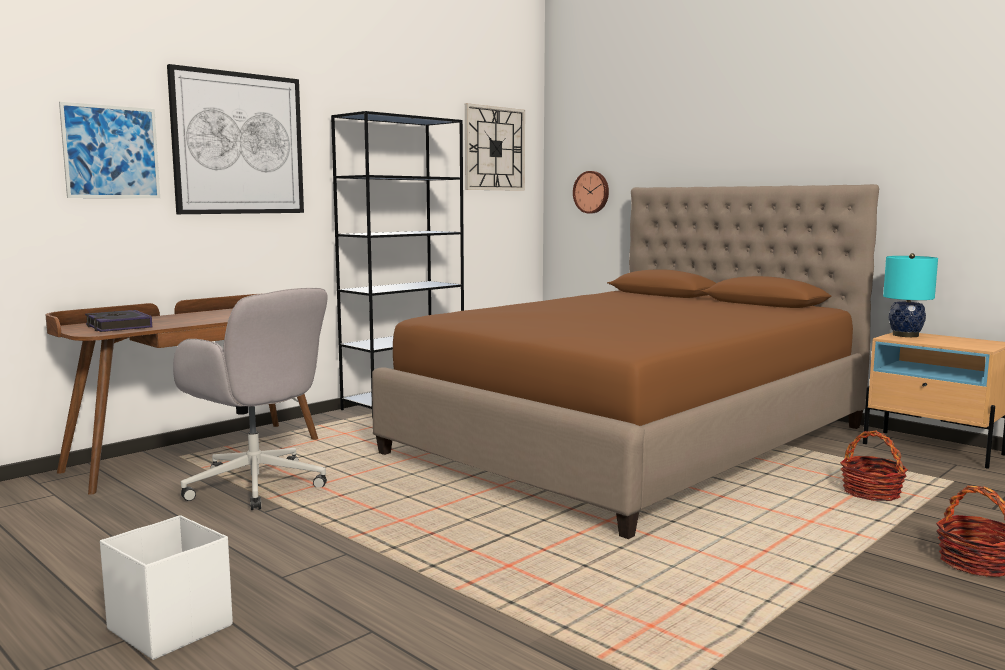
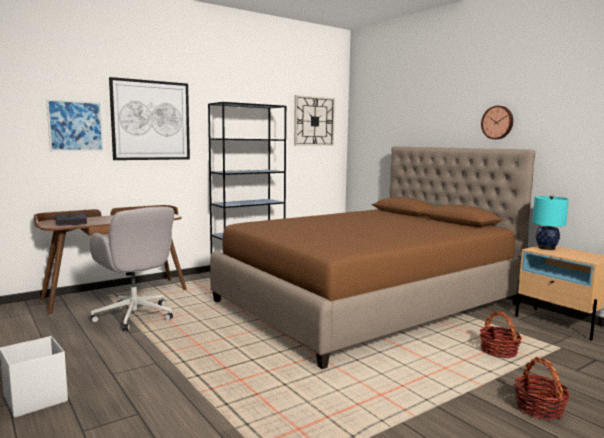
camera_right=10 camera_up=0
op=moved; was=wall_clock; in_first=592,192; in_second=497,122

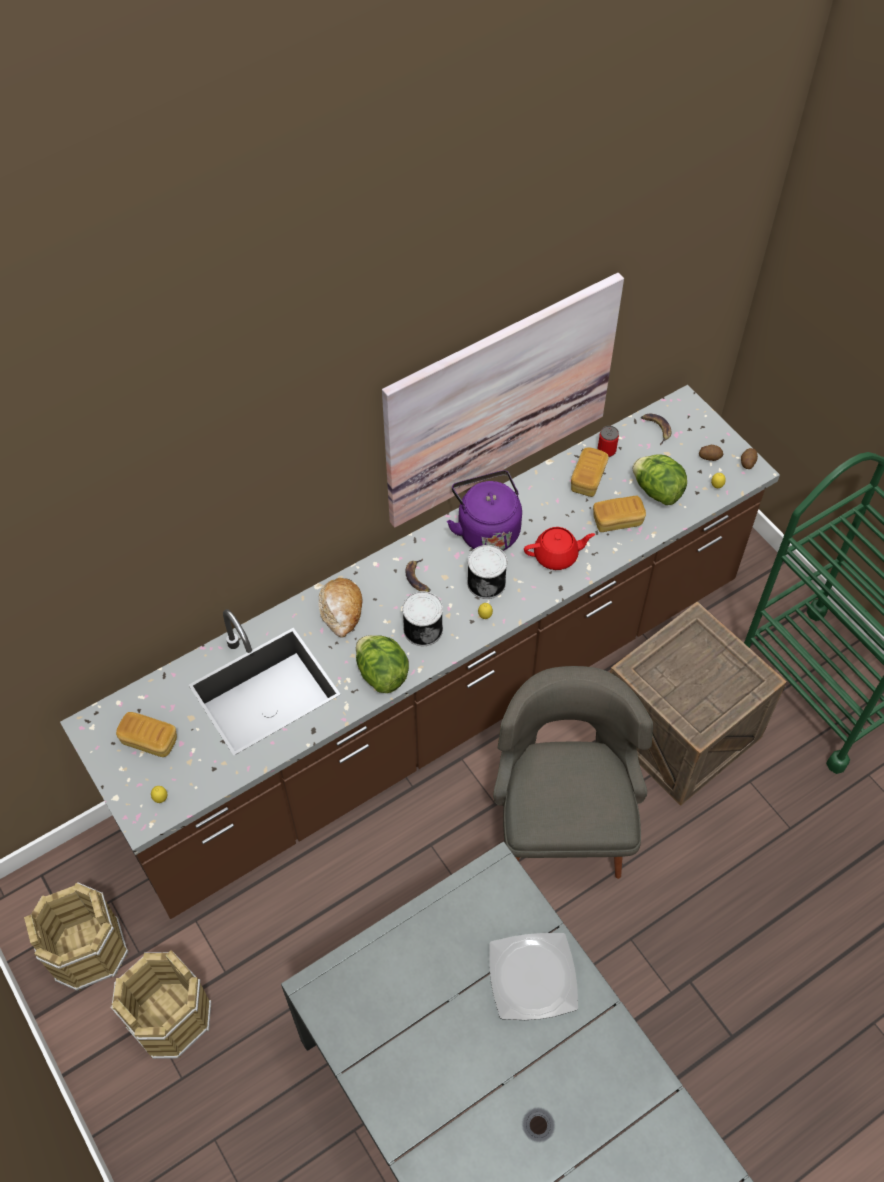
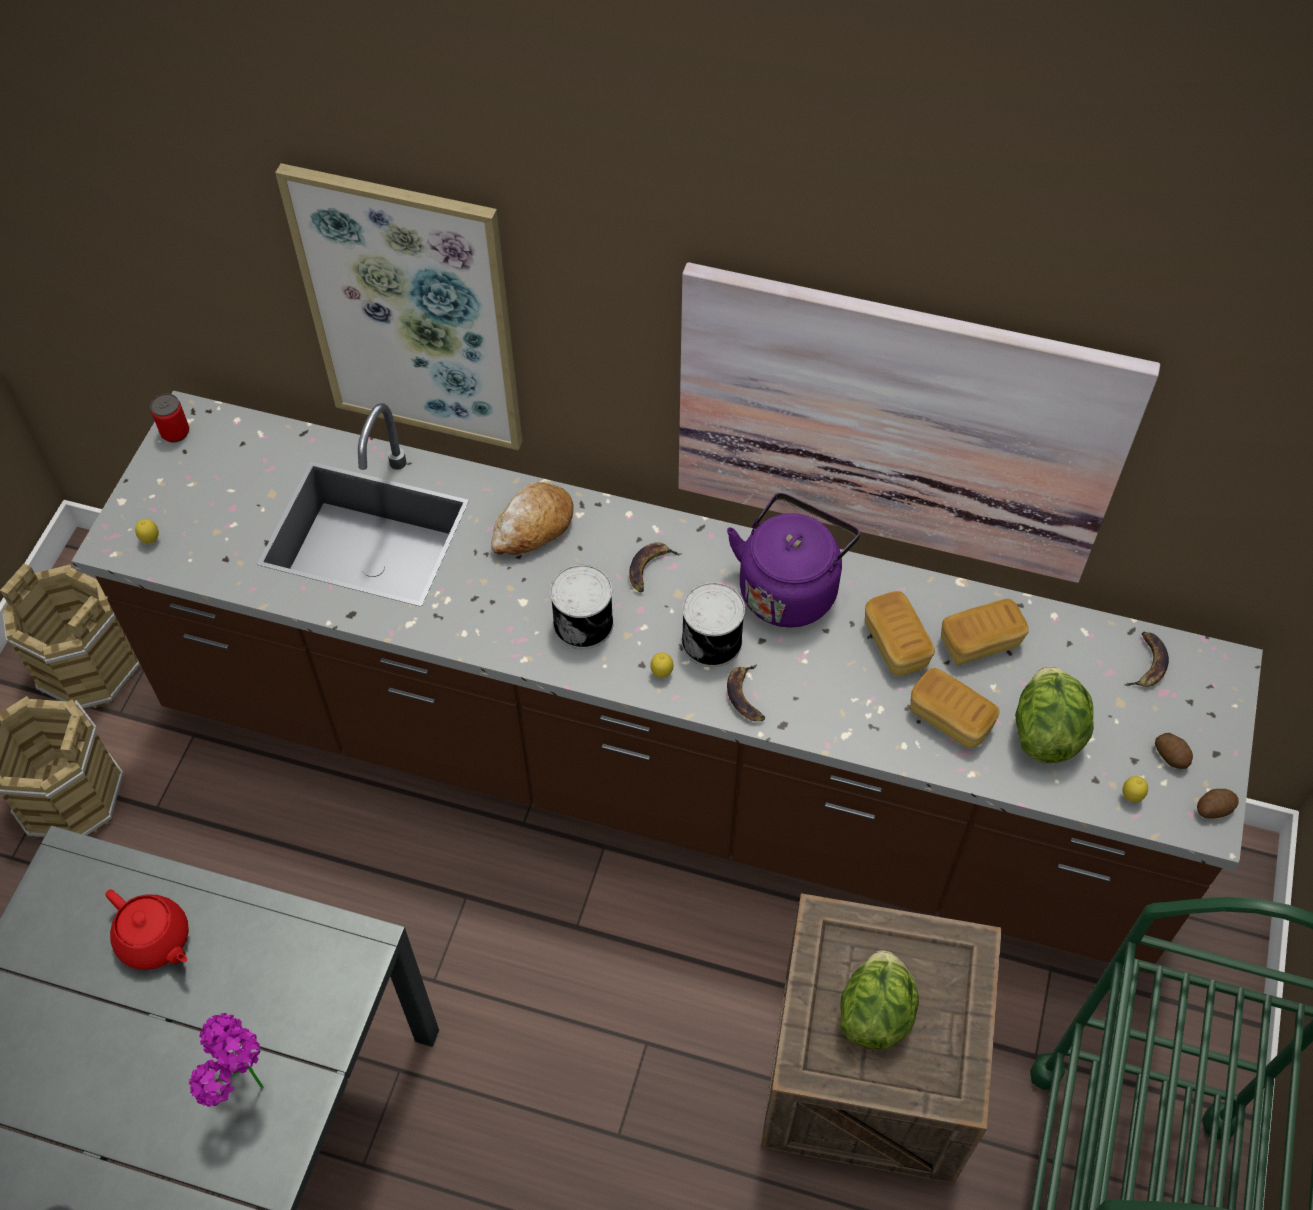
camera_right=50 camera_up=0
op=moved; was=baked_bread; in_first=149,741; in_second=895,644
op=moved; was=head_of_lettuce; in_first=381,673; in_second=875,1012
op=replaced; was=plate; now=houseplant; in_first=533,978; in_second=244,1090
op=removed; was=grey_chair; in_first=560,831
op=moved; was=red_pot_for_tea; in_first=556,556; in_second=155,940
op=moved; was=metal_can; in_first=606,450; in_second=175,432
op=added; now=wall_art; in_second=411,311
op=added; now=whole_banana; in_second=746,696

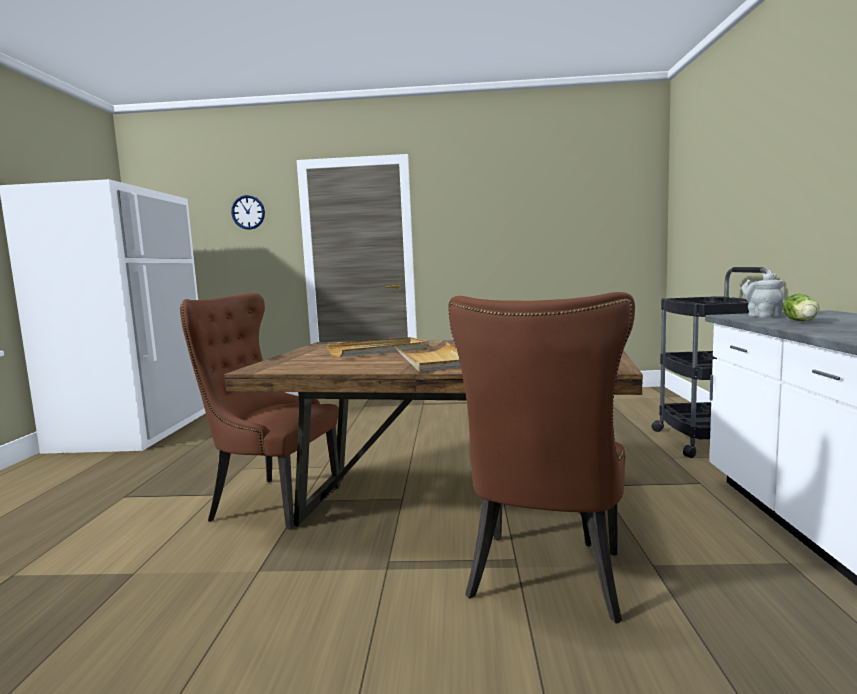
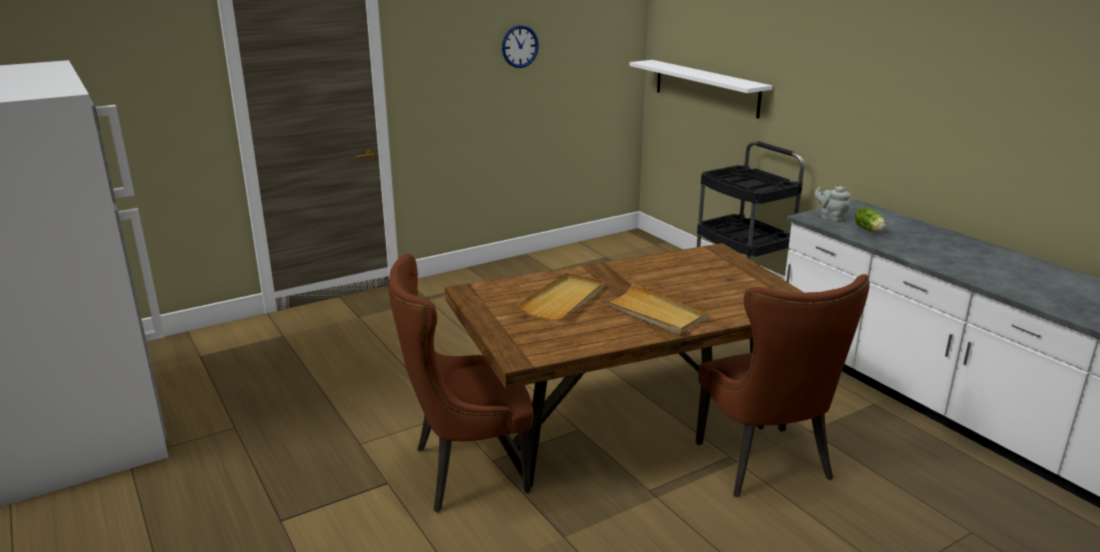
camera_right=-35 camera_up=15
op=moved; was=wall_clock; in_first=248,212; in_second=520,46
op=added; now=white_bracket_shelf; in_second=706,88

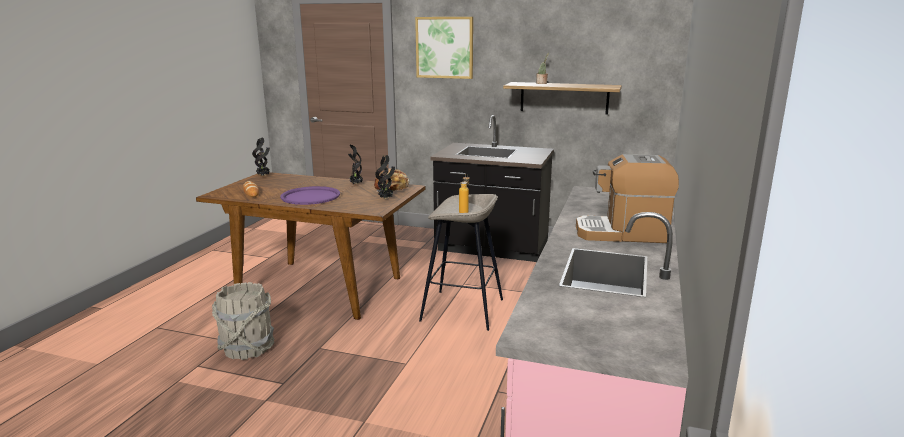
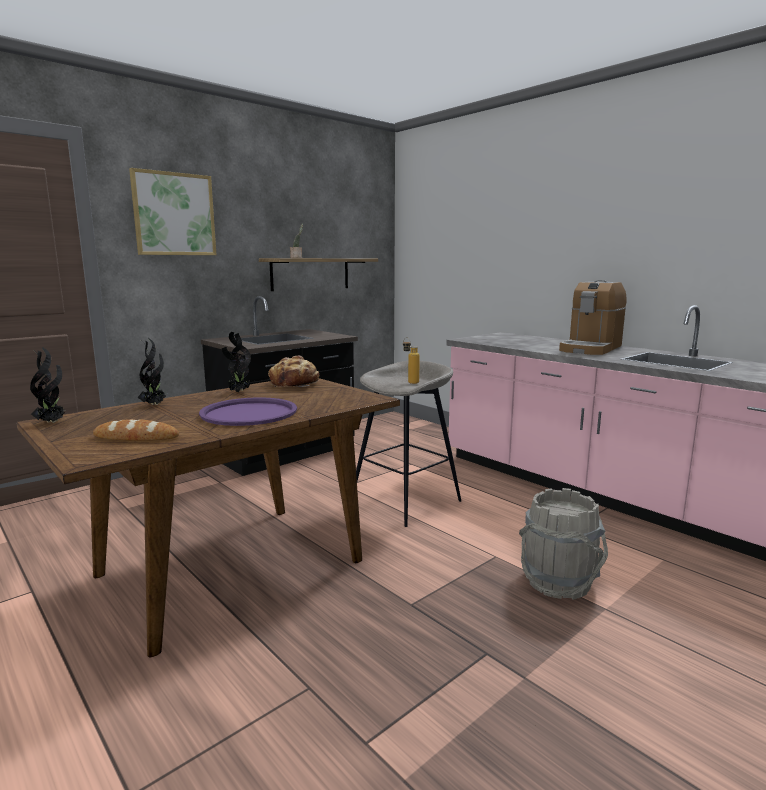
camera_right=-60 camera_up=-5
op=moved; was=grey_water_bucket; in_first=247,348; in_second=558,582
op=moved; was=houseplant; in_first=386,198; in_second=155,405

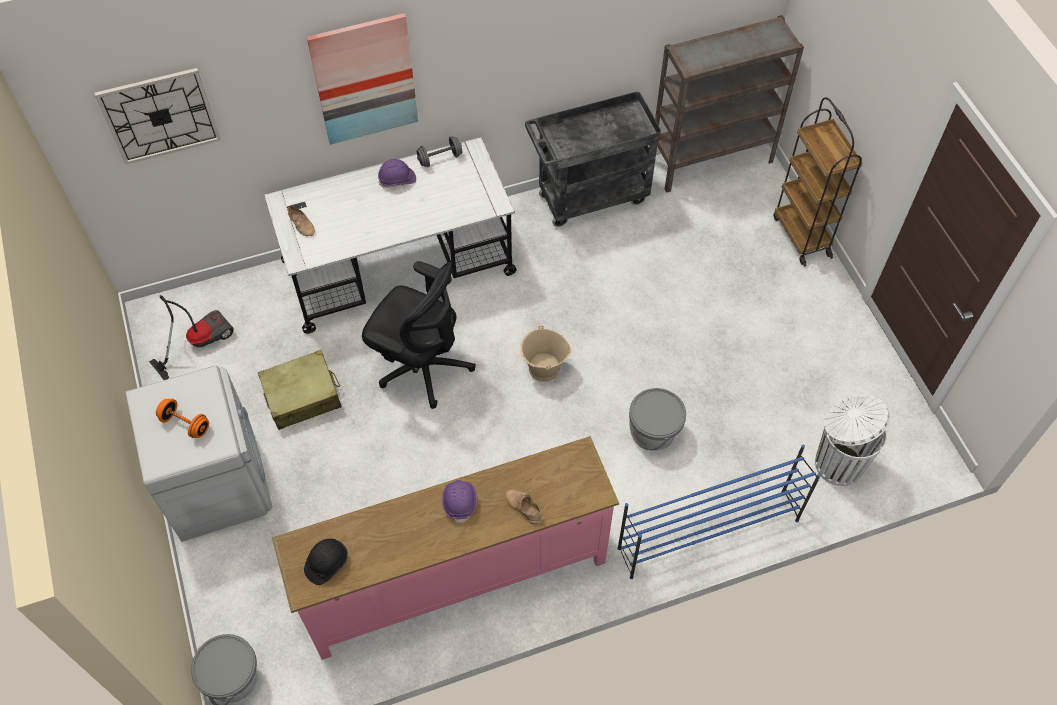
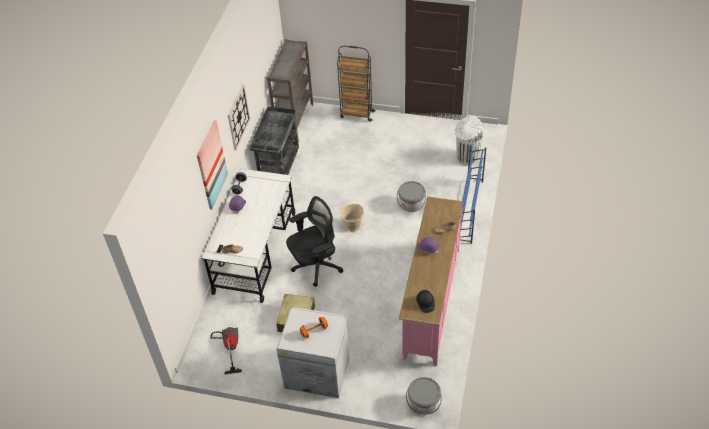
camera_right=-55 camera_up=-10
op=moved; was=wall_clock; in_first=159,115; in_second=238,117

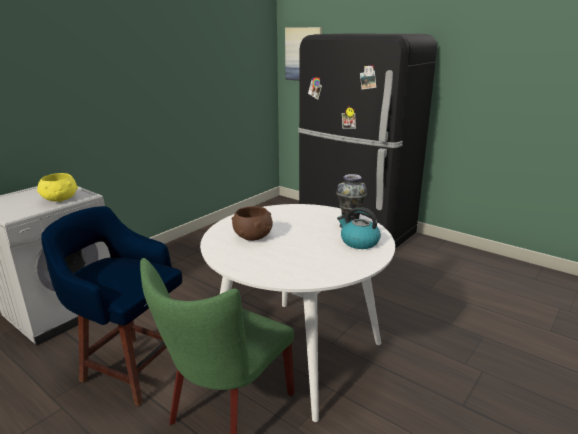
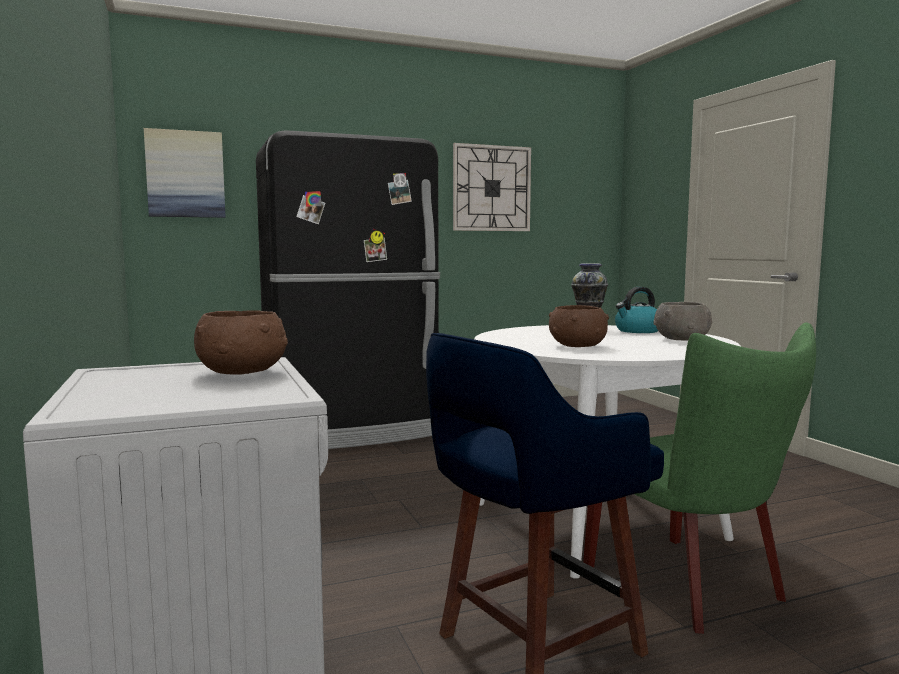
camera_right=-60 camera_up=-15
op=recoloured; was=yellow-coloured_bowl; now=brownish_bowl; in_first=60,199; in_second=243,372
op=added; now=wall_clock; in_second=491,188
op=added; now=grey_bowl; in_second=681,339

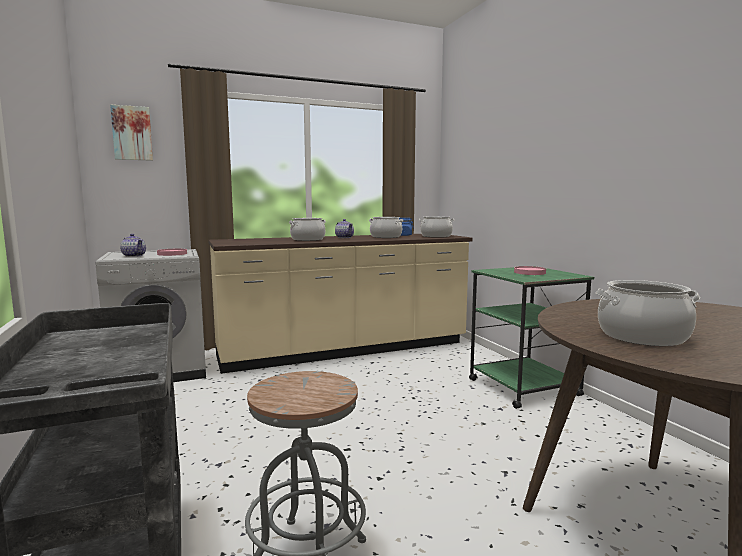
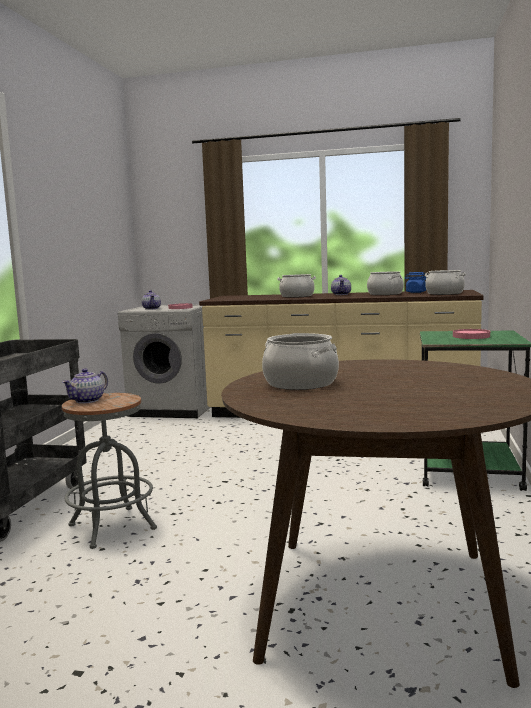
camera_right=35 camera_up=0
op=removed; was=wall_art; in_first=132,133
op=added; now=pot_for_tea; in_second=88,400

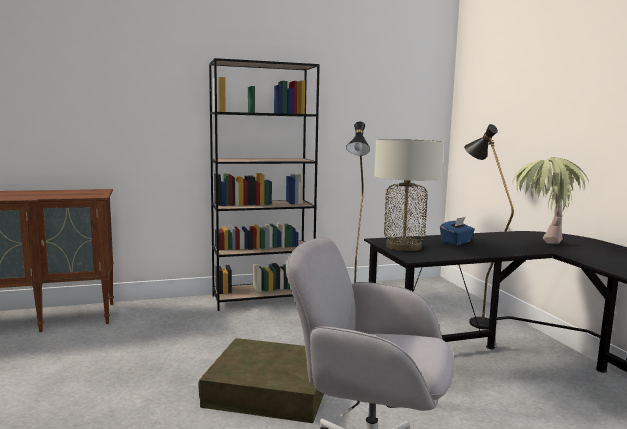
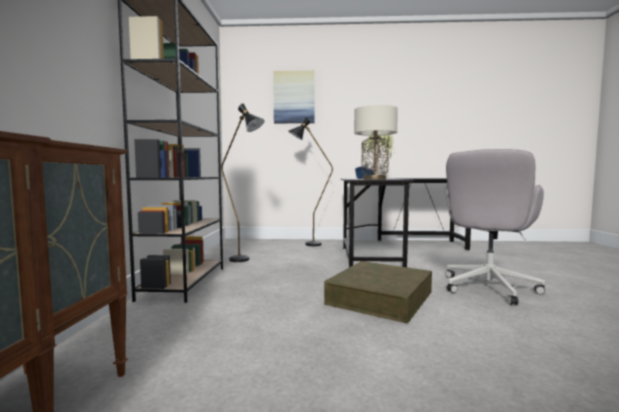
camera_right=-70 camera_up=-5
op=added; now=wall_art; in_second=294,97

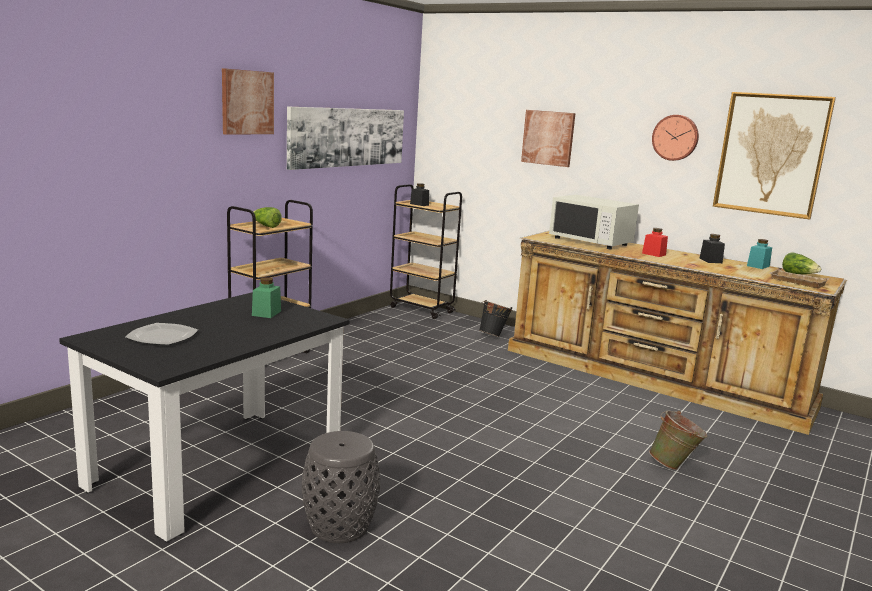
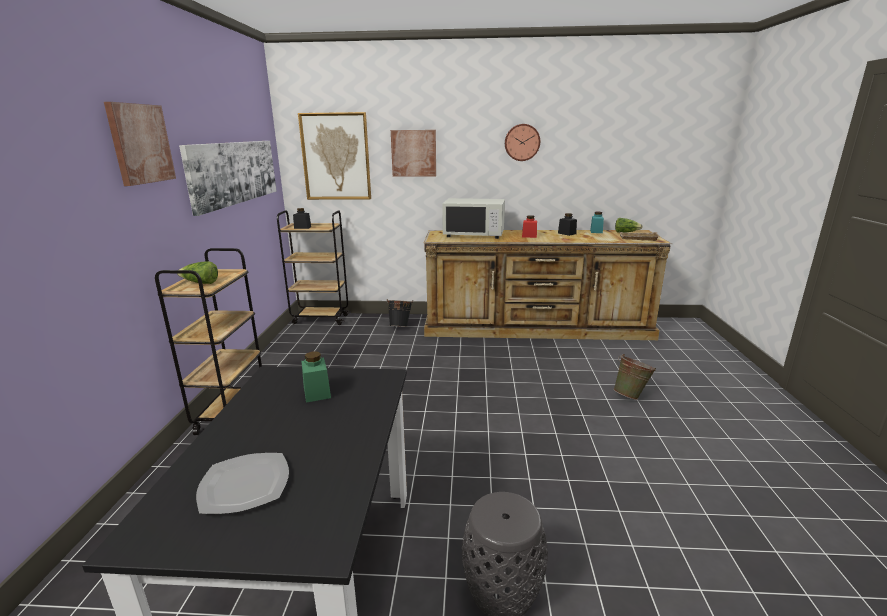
camera_right=-30 camera_up=5
op=moved; was=wall_art; in_first=771,154; in_second=336,157

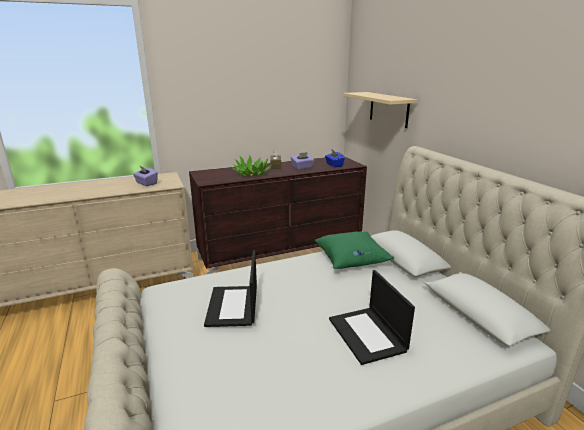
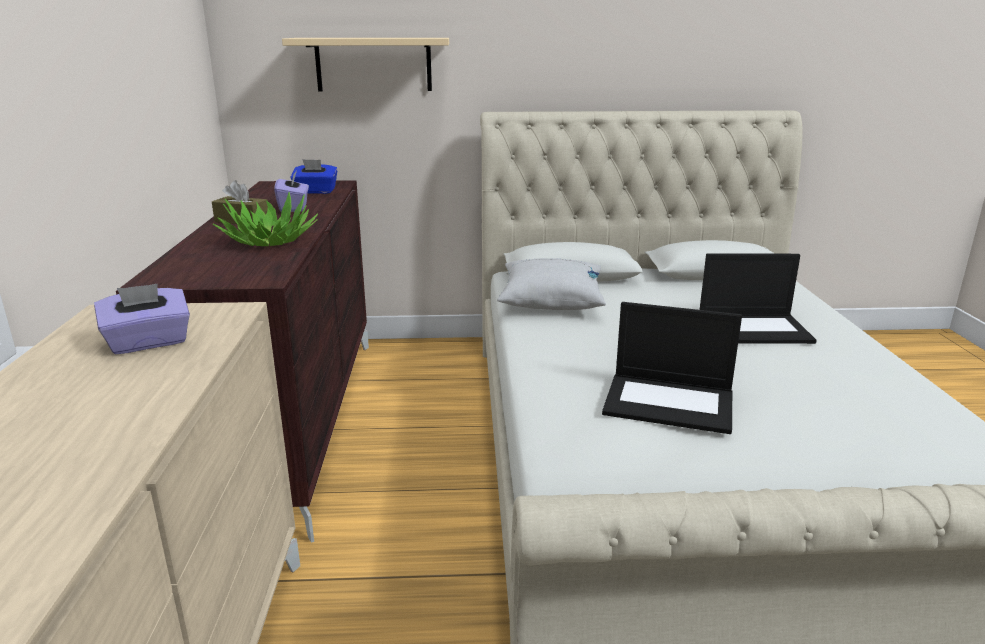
camera_right=-70 camera_up=0
op=recoloured; was=green_cushion; now=grey_cushion; in_first=351,259; in_second=551,302

